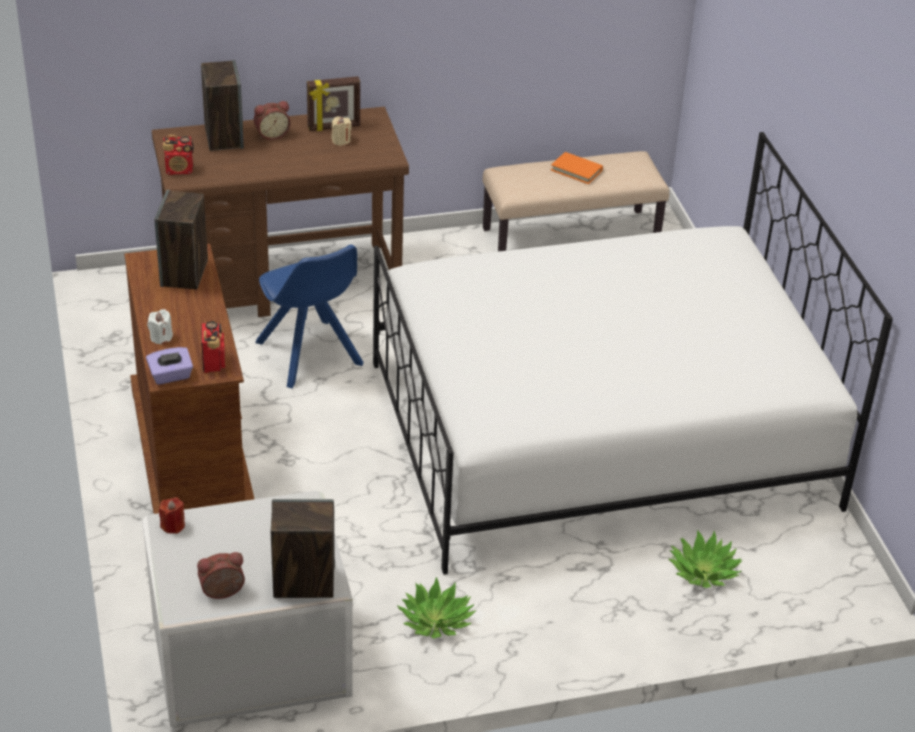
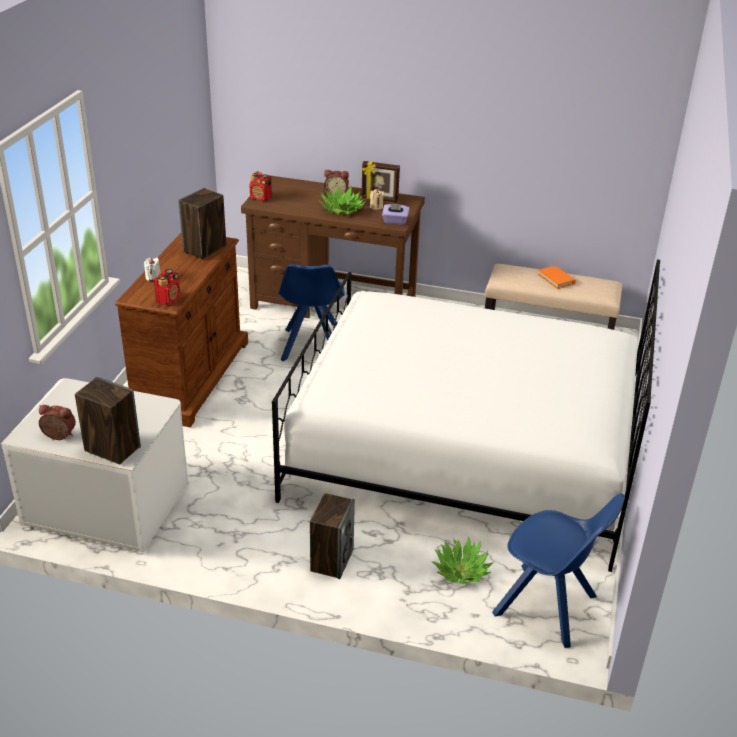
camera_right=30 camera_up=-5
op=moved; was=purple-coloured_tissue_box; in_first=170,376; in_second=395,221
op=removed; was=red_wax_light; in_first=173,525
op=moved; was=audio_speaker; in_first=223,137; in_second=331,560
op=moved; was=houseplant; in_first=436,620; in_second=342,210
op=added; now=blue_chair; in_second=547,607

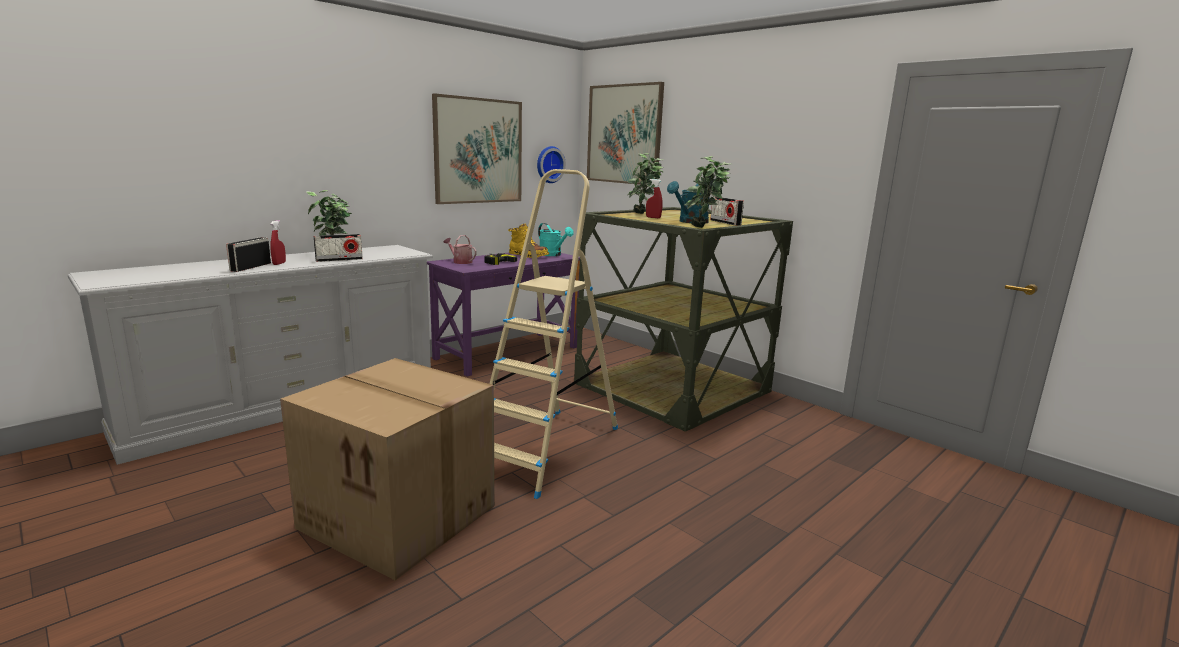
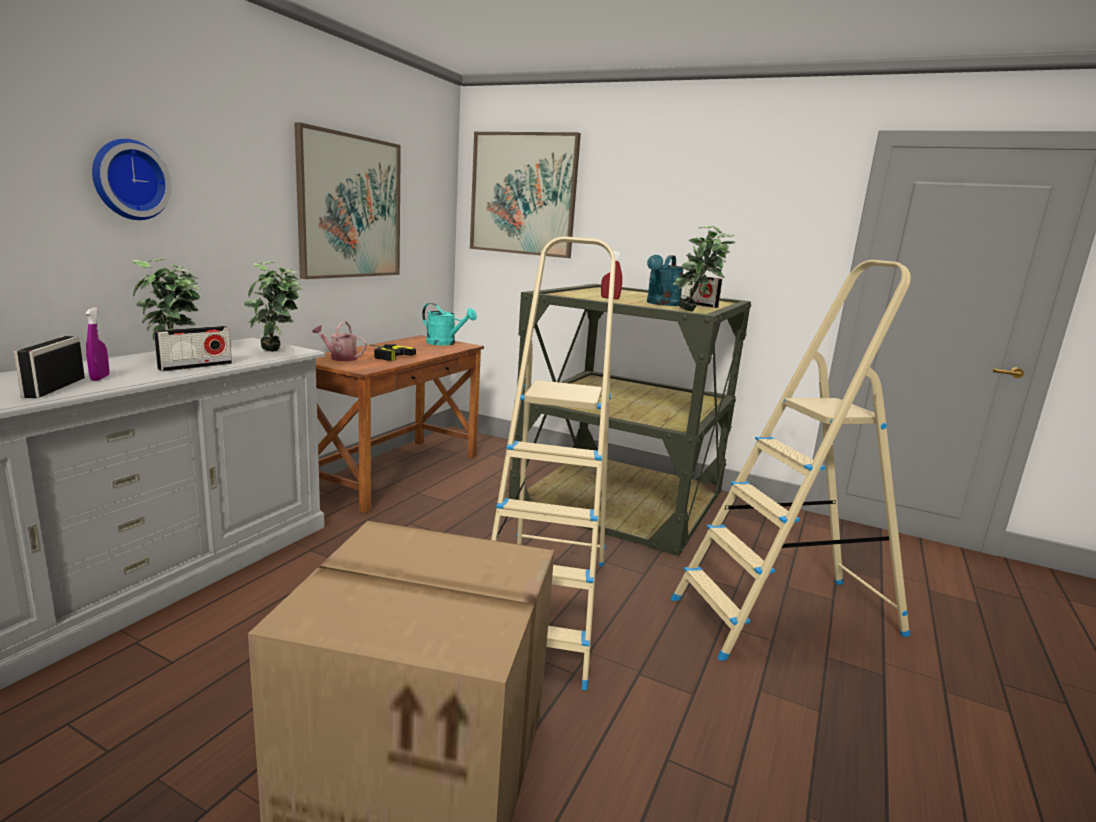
camera_right=-20 camera_up=0
op=recoloured; was=red_sprayer; now=purple-coloured_sprayer; in_first=279,263; in_second=100,378
op=recoloured; was=purple-coloured_desk_table; now=brownish_desk_table; in_first=507,353; in_second=395,472
op=removed; was=yellow-coloured_high-top_boot; in_first=528,255
op=moved; was=wall_clock; in_first=549,164; in_second=129,180
op=moved; was=houseplant; in_first=643,214; in_second=277,352
op=added; now=sand-coloured_step_stool; in_second=786,617

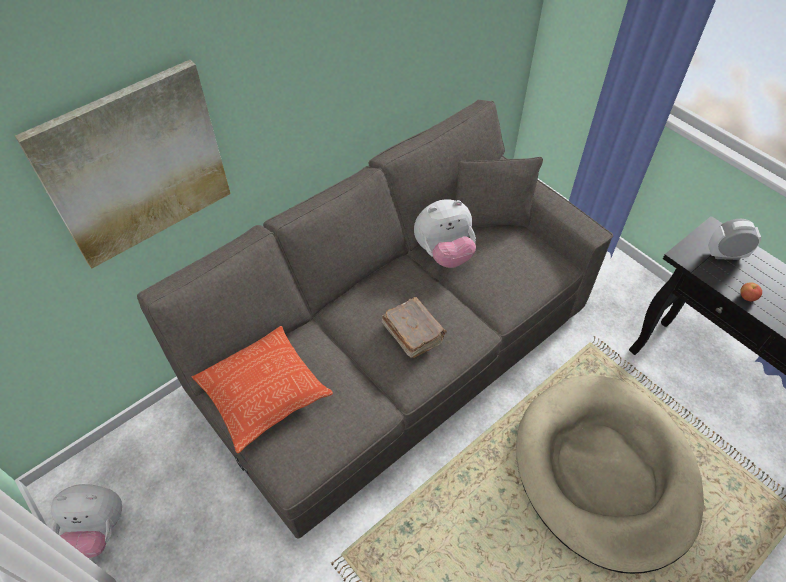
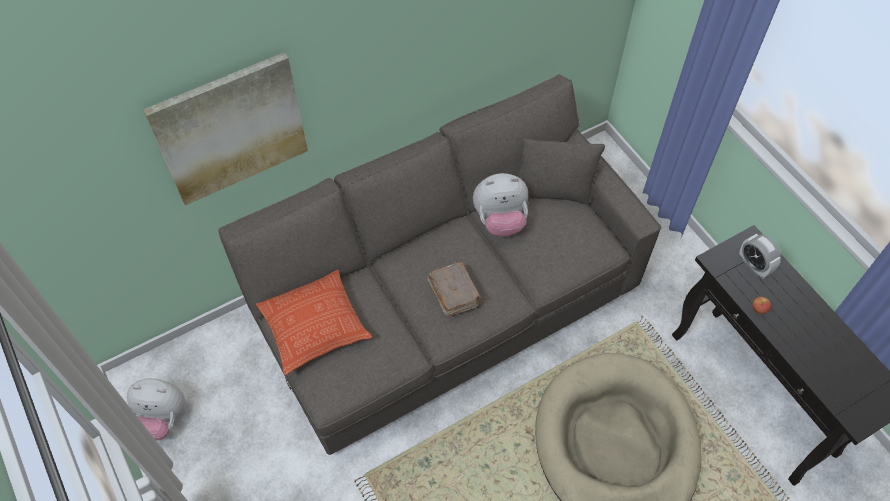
camera_right=10 camera_up=5
op=turned; was=alarm_clock; in_first=726,255; in_second=754,265; clockwise=-135

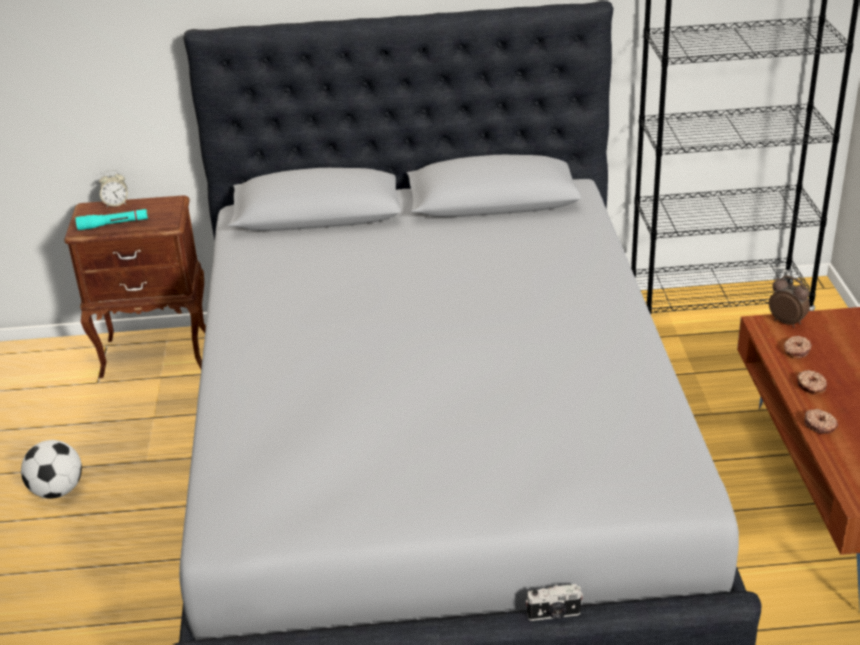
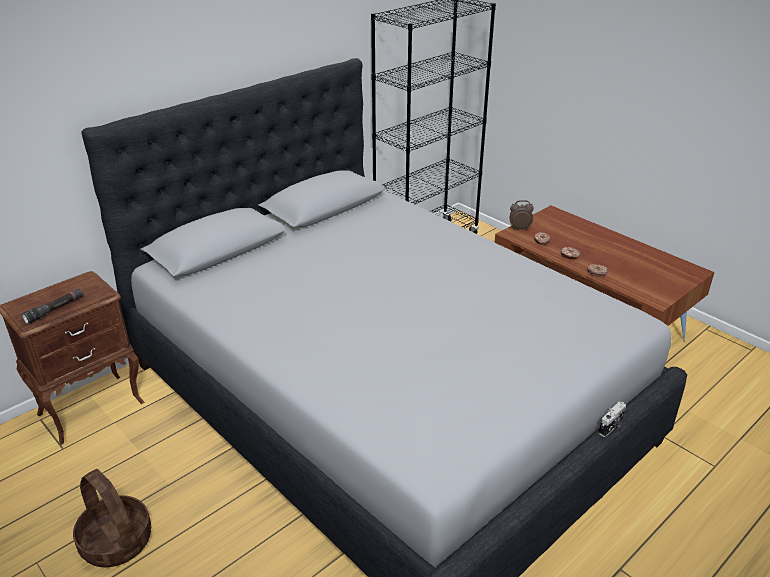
camera_right=-40 camera_up=0
op=replaced; was=ball_for_football; now=storage_basket; in_first=57,491; in_second=117,541
op=recoloured; was=turquoise_flashlight; now=black_flashlight; in_first=113,224; in_second=55,310
op=removed; was=alarm_clock; in_first=116,204

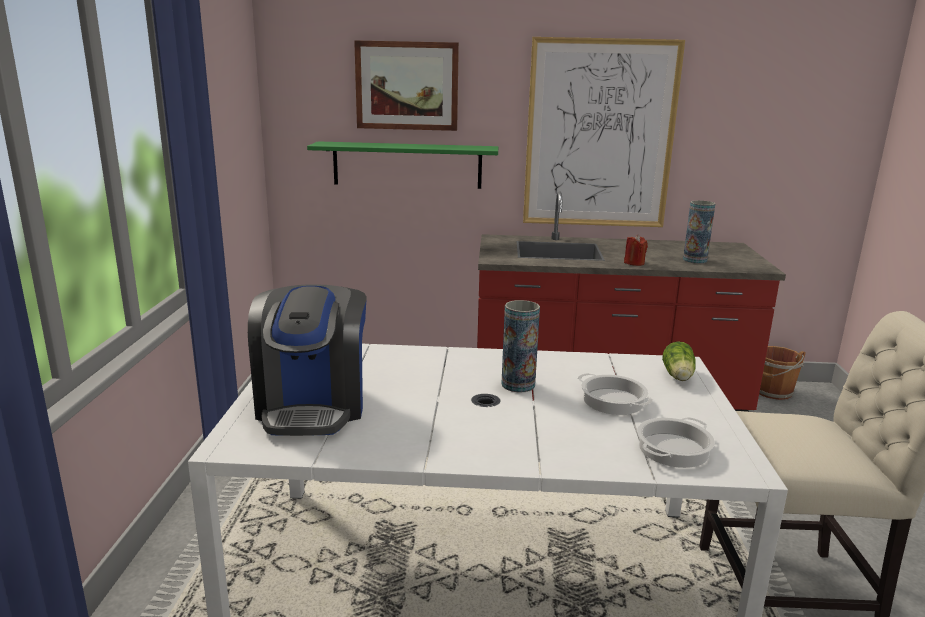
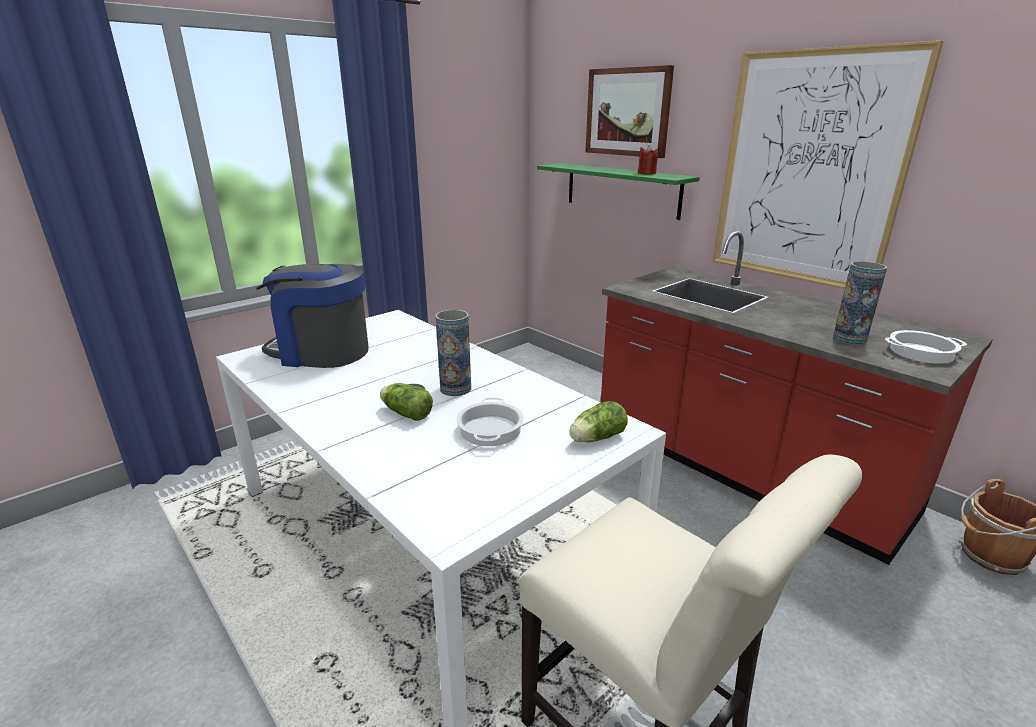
camera_right=45 camera_up=5
op=turned; was=coffee_maker; in_first=313,406; in_second=321,352; clockwise=60
op=moved; was=red_wax_light; in_first=634,263; in_second=646,173
op=moved; was=cooking_pot; in_first=673,450; in_second=921,353
op=added; now=head_of_lettuce; in_second=405,413

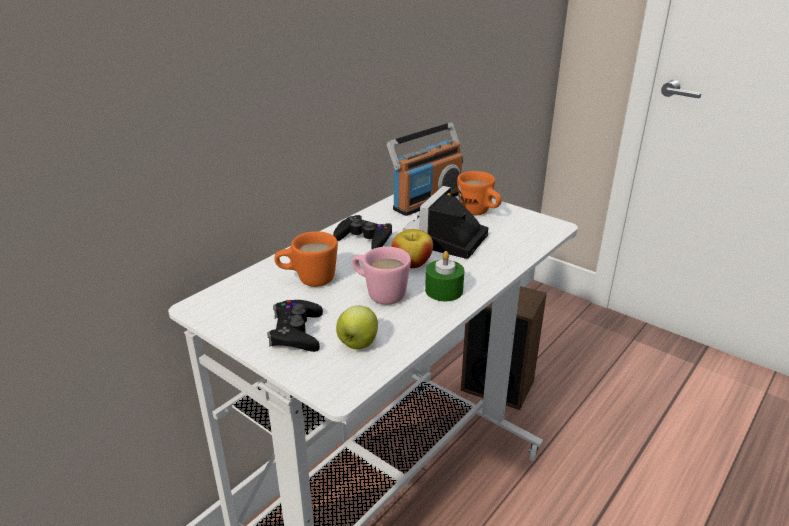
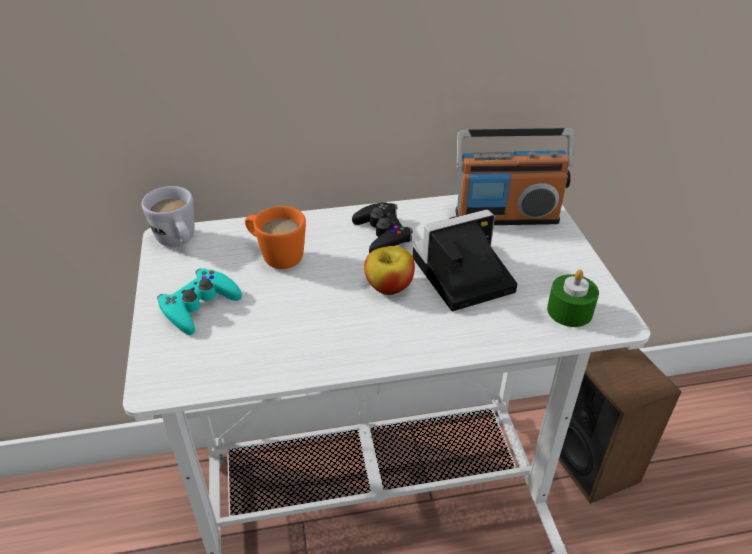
camera_right=40 camera_up=10
op=recoloured; was=black_joypad; now=turquoise_joypad; in_first=296,332; in_second=199,306
op=removed; was=apple_fruit; in_first=357,344
op=removed; was=pink-coloured_mug; in_first=379,294
op=moved; was=green_wax_light; in_first=444,290; in_second=569,311
op=removed; was=orange_mug; in_first=479,213
op=added; now=white_mug; in_second=179,242

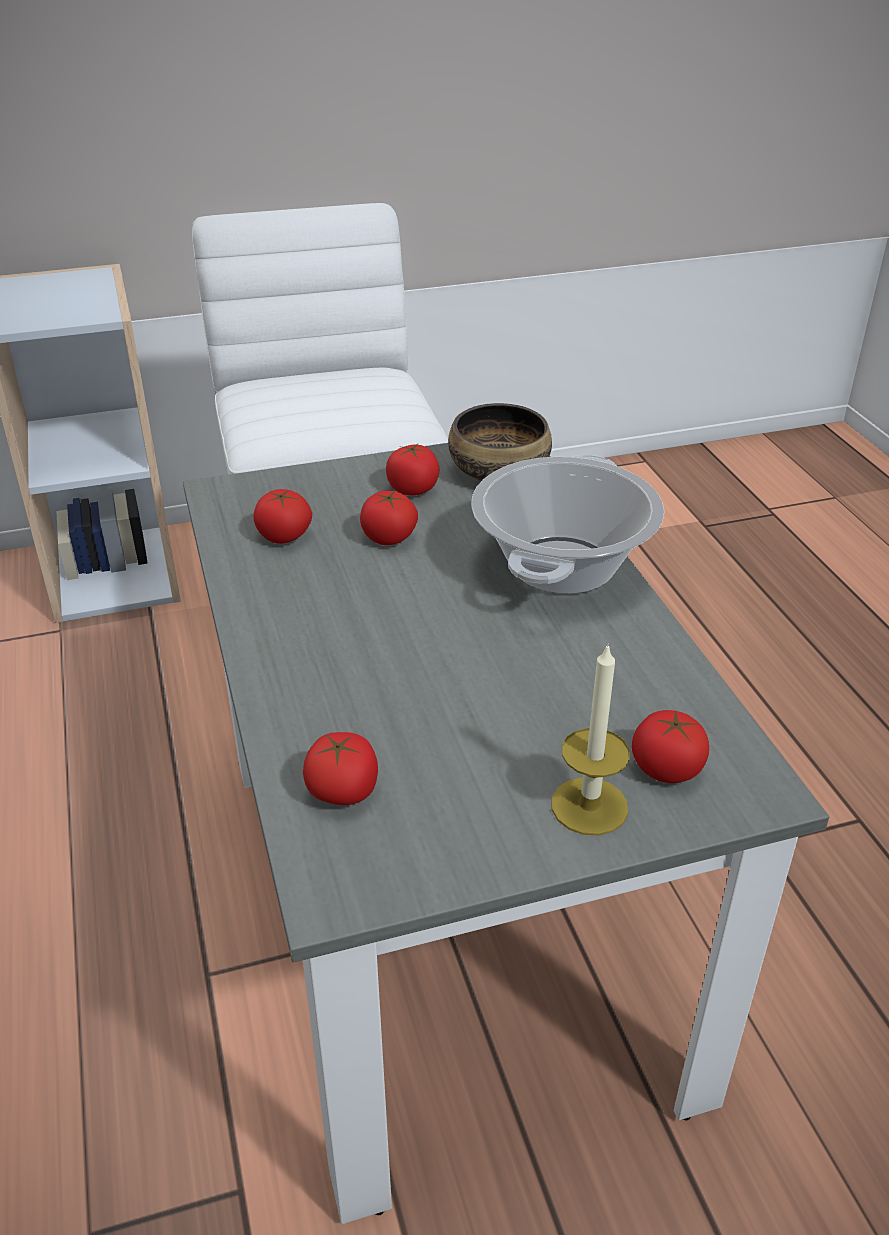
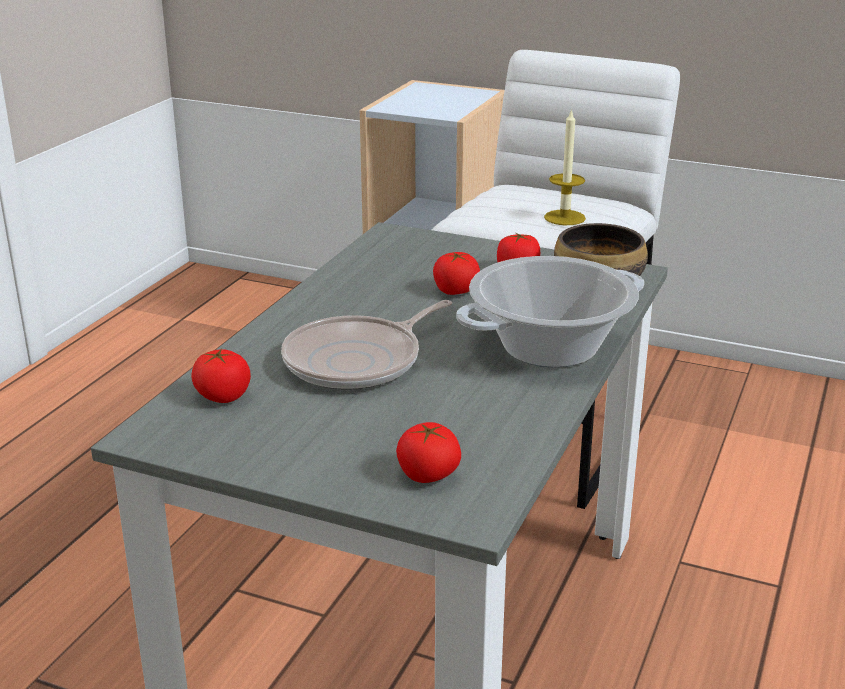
camera_right=40 camera_up=-10
op=removed; was=fresh_tomato; in_first=284,536
op=moved; was=wax_light; in_first=589,806; in_second=564,218
op=added; now=pan; in_second=358,361

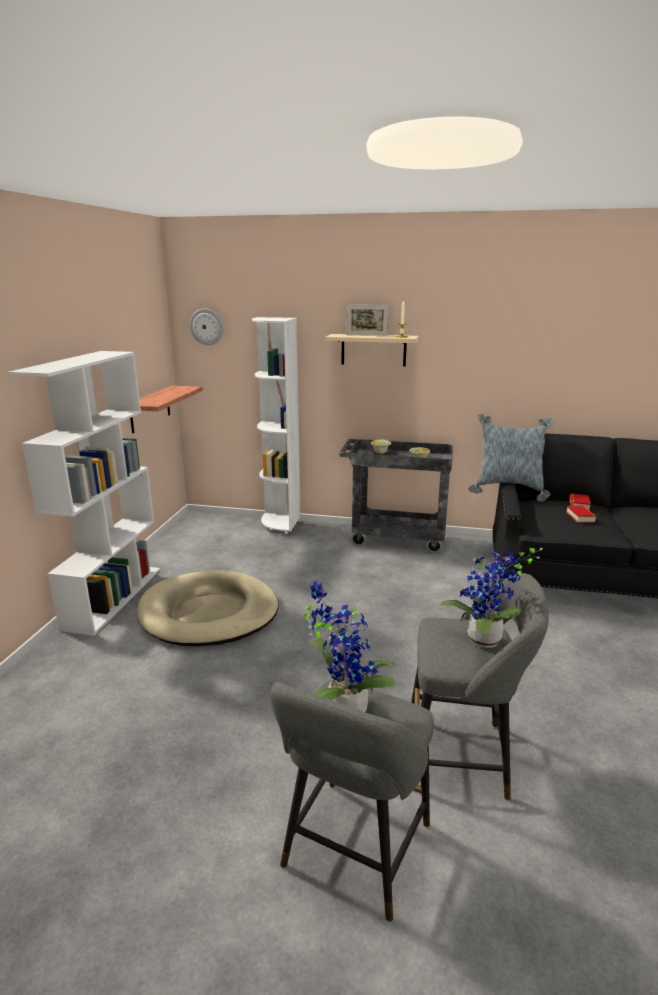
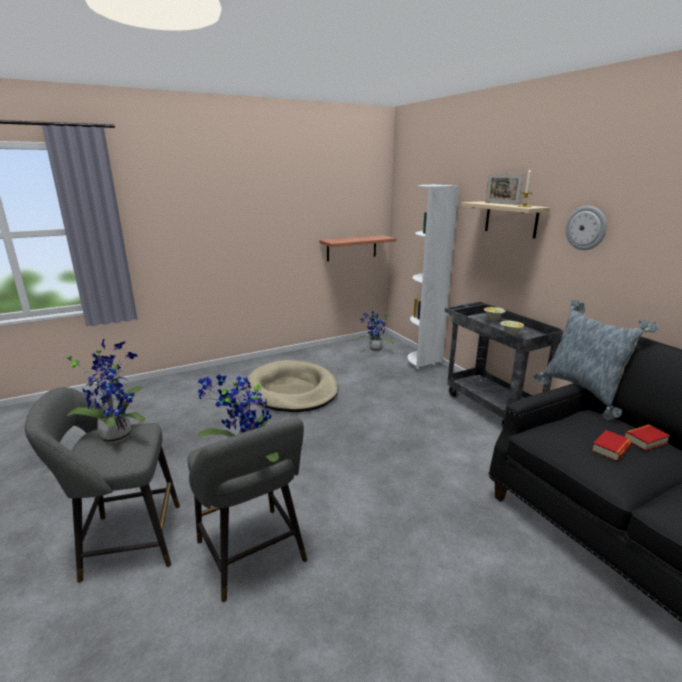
camera_right=50 camera_up=0
op=removed; was=white_bookshelf; in_first=113,597
op=moved; was=wall_clock; in_first=207,326; in_second=586,228
op=added; now=houseplant; in_second=374,349

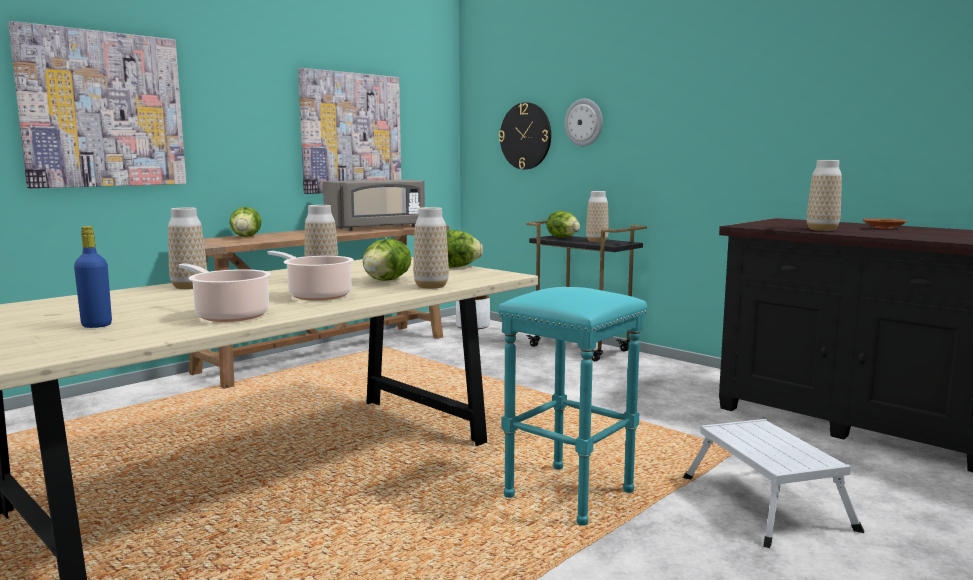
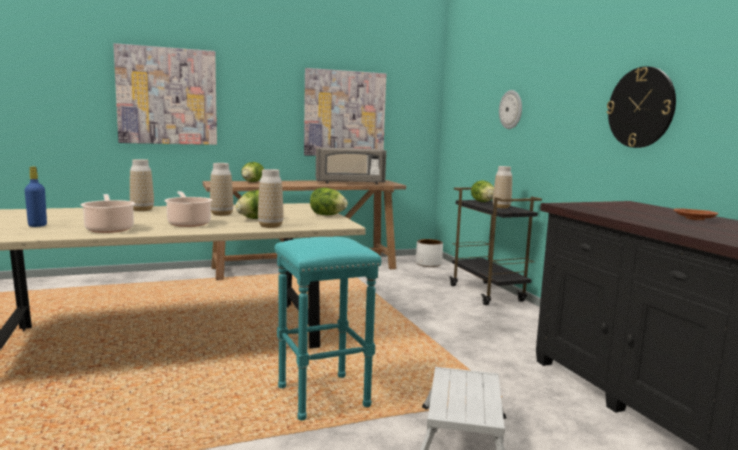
camera_right=25 camera_up=0
op=moved; was=wall_clock; in_first=525,136; in_second=641,107
op=removed; was=decorative_vase; in_first=822,229

